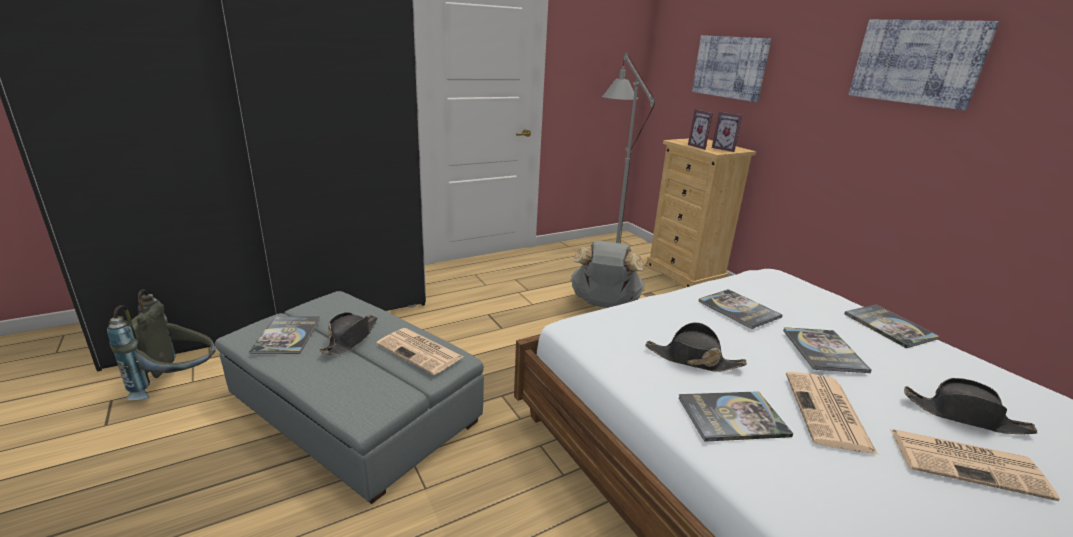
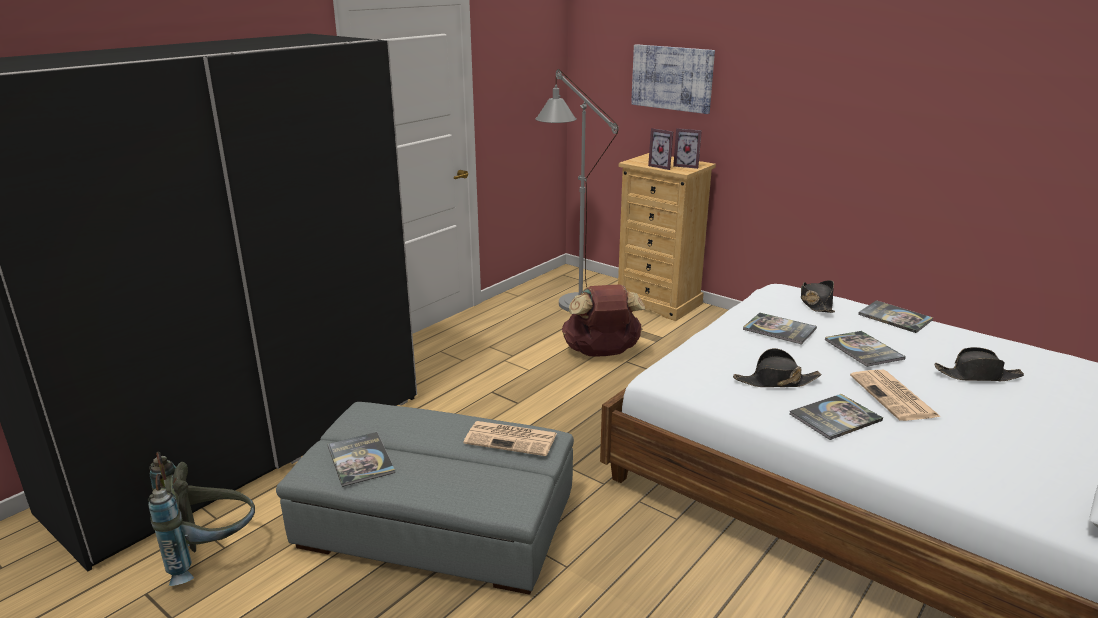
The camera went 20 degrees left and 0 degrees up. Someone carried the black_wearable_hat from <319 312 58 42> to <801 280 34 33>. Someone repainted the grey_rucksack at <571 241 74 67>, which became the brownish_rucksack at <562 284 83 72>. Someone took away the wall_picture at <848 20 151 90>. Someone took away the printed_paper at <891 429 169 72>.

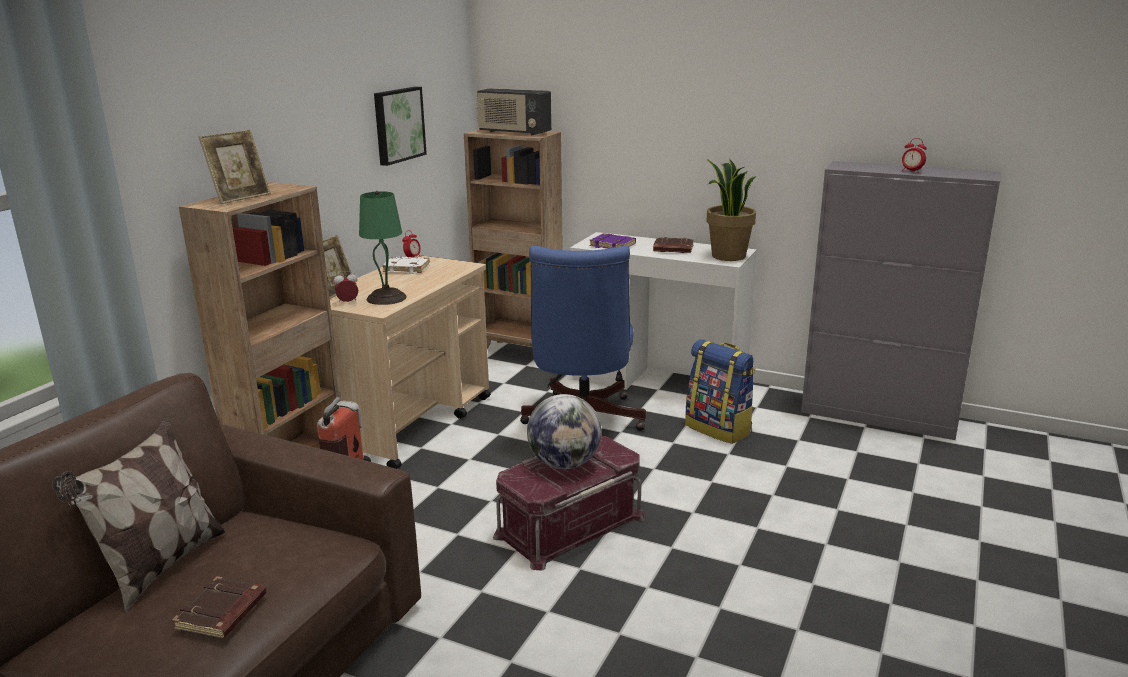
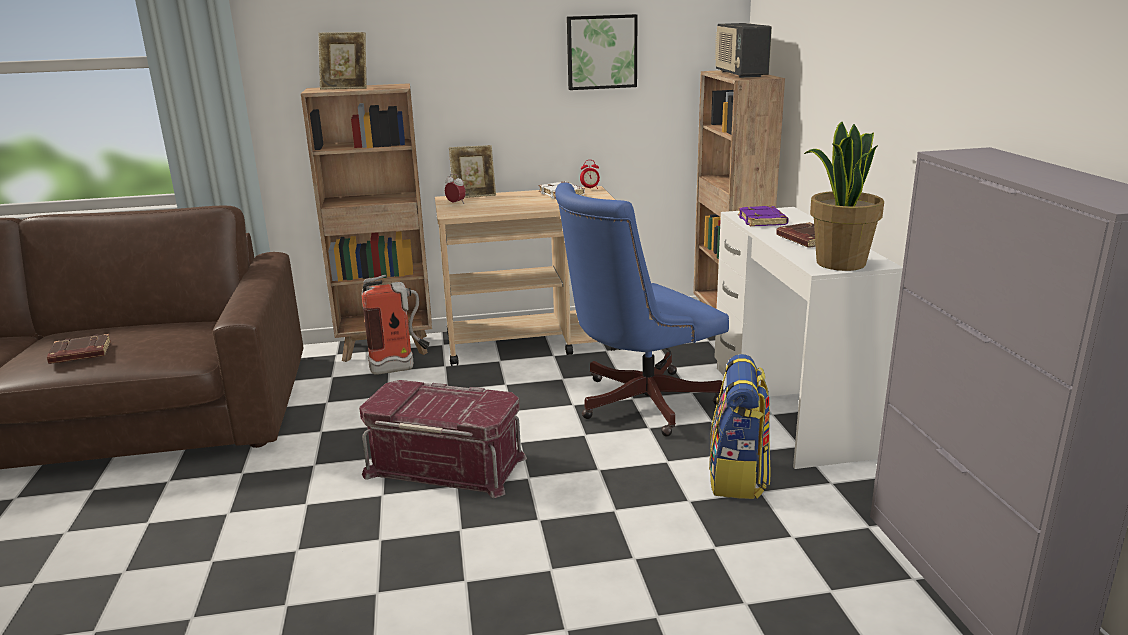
The camera went 55 degrees right and 0 degrees up. Someone took away the cushion at <52 418 174 194>. Someone took away the greenish_table_lamp at <359 191 48 114>. Someone took away the desk_globe at <527 394 75 75>. Someone took away the bedside_clock at <902 138 25 35>.

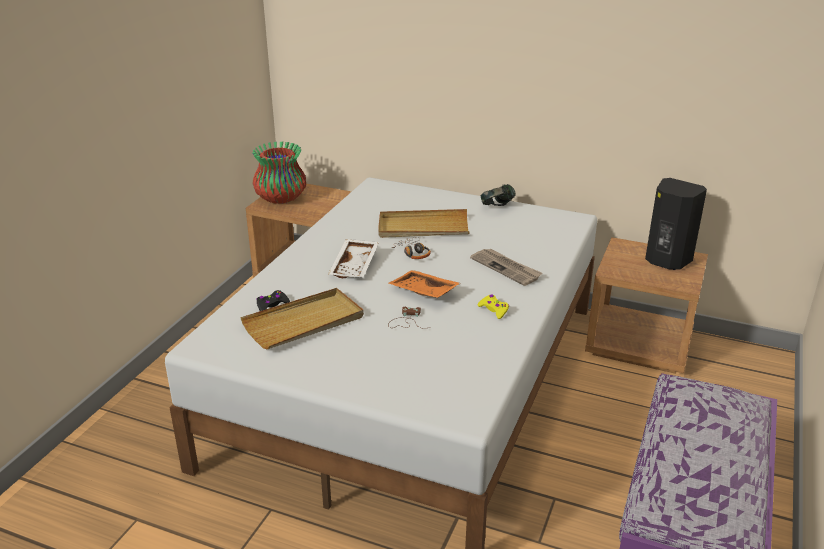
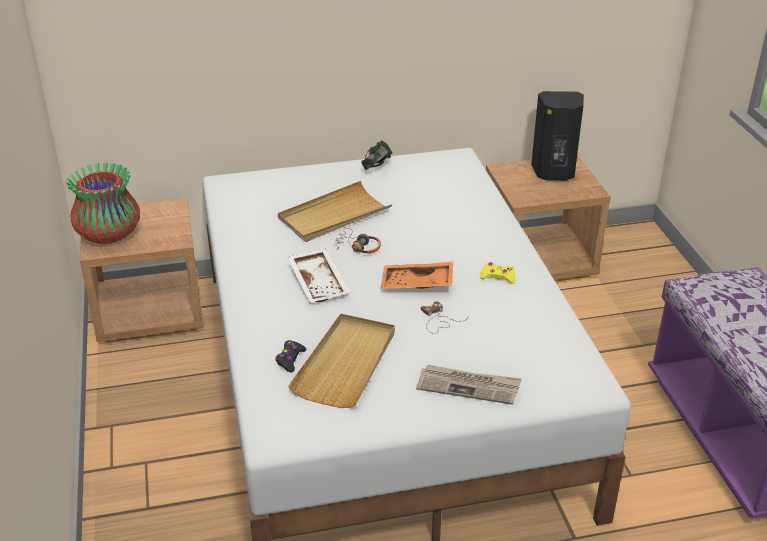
The camera went 35 degrees left and 5 degrees up. Someone carried the printed_paper from <470 249 72 37> to <416 365 106 40>.

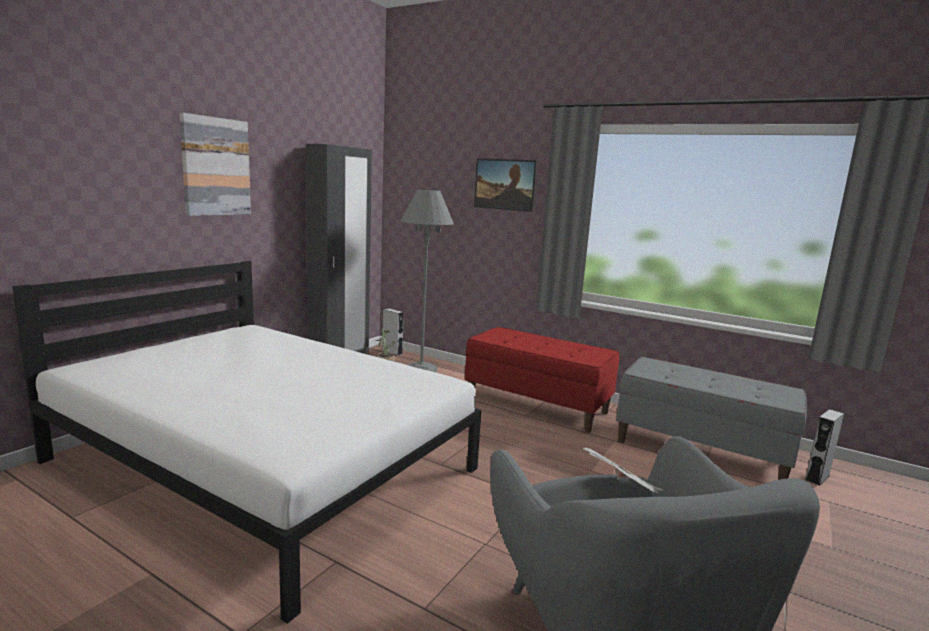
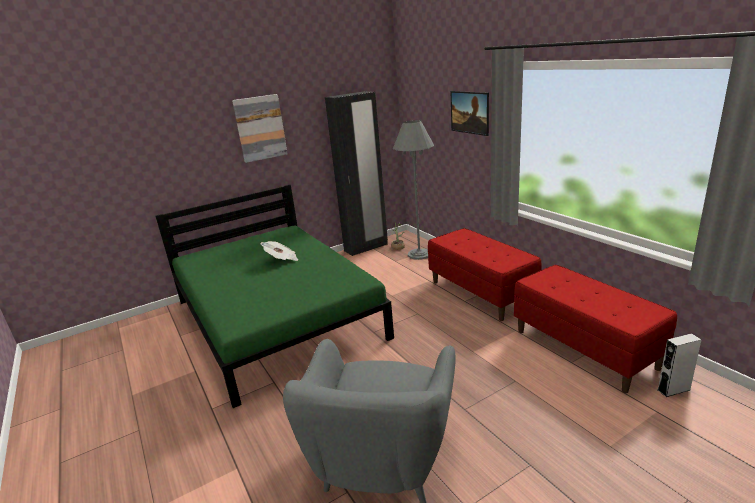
The camera went 30 degrees right and 10 degrees up. Someone repainted the white-coloured_bedroom_bed at <12 261 469 363>, which became the greenish_bedroom_bed at <155 185 239 223>. Someone took away the grey_audio_speaker at <382 308 22 48>. Someone carried the printed_paper from <582 448 82 46> to <260 241 38 20>. Someone repainted the grey_bench at <616 357 191 123>, which became the red-coloured_bench at <514 265 163 128>.

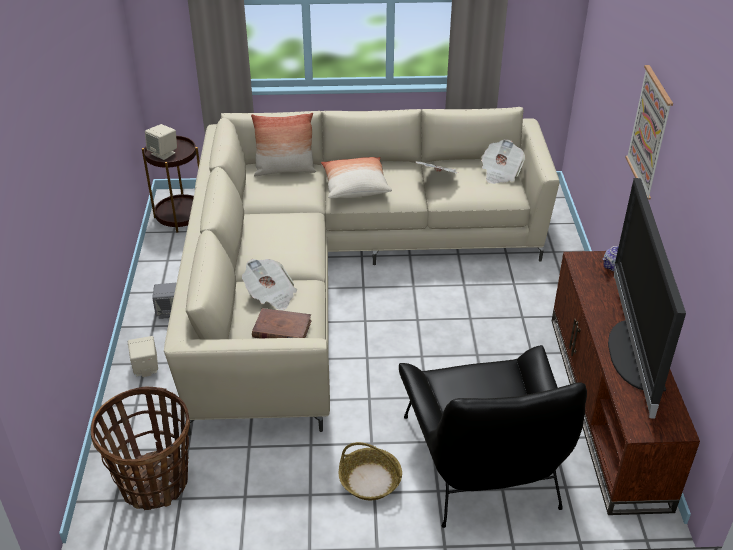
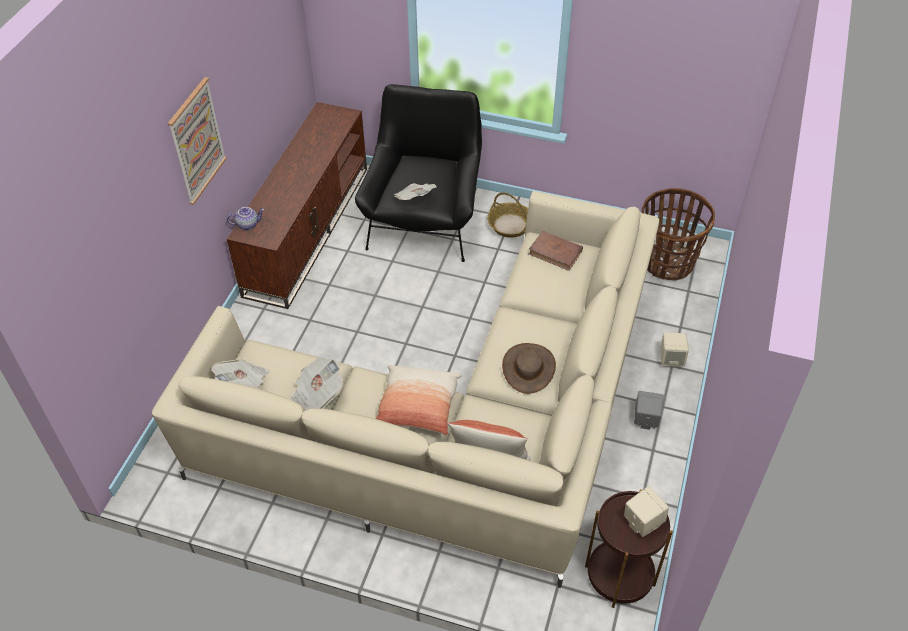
The camera went 160 degrees left and 10 degrees up. Someone carried the printed_paper from <242 259 55 52> to <394 183 43 17>. Someone took away the television at <608 178 78 240>. Someone put down the brownish_wearable_hat at <502 343 54 51>.

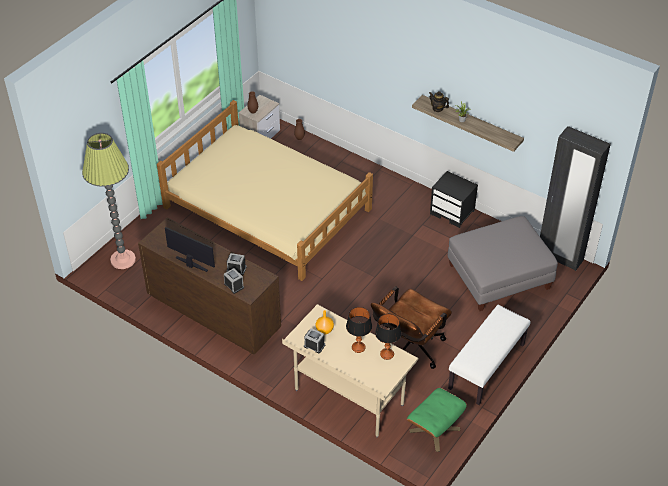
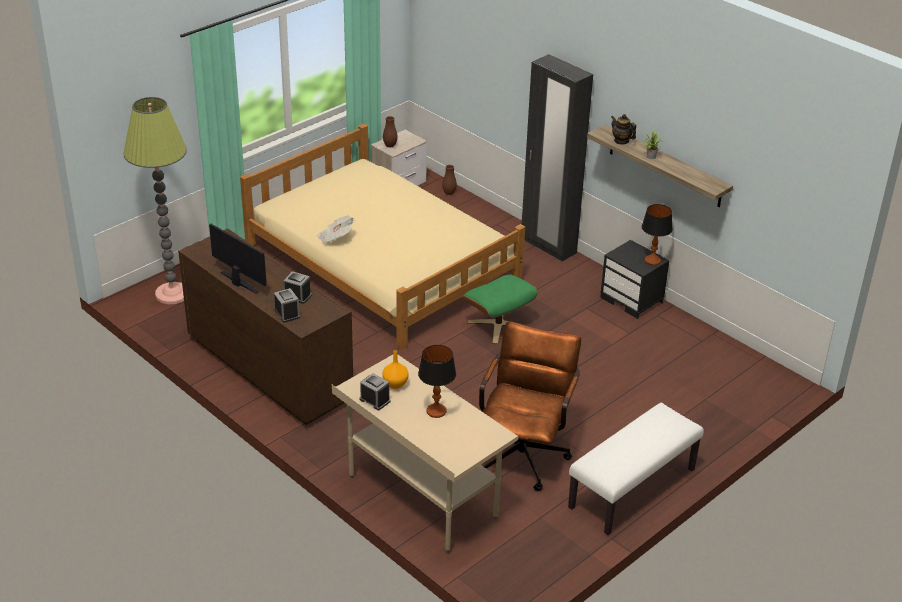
The camera went 10 degrees right and 10 degrees down. Someone rotated the brownish_desk_chair at <371 286 81 83> by 150 degrees clockwise. Someone carried the table_lamp from <375 314 27 46> to <642 204 31 61>. Someone carried the greenish_pouffe from <407 388 60 64> to <462 275 76 69>. Someone took away the grey_pouffe at <448 216 110 95>. Someone carried the black_armoire from <540 126 71 145> to <522 54 71 207>. Someone put down the printed_paper at <317 215 38 29>.

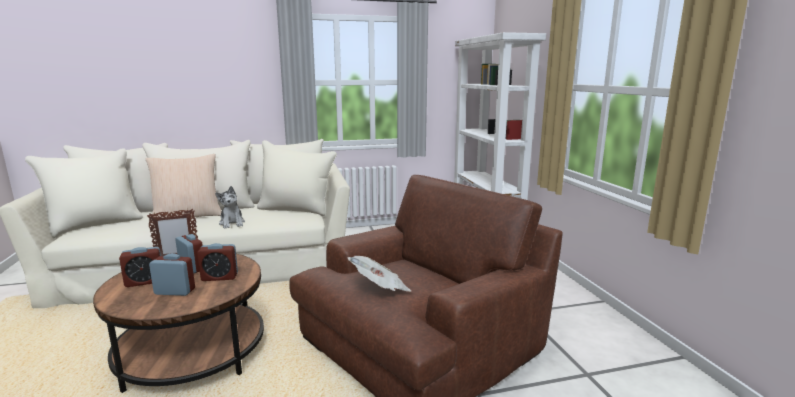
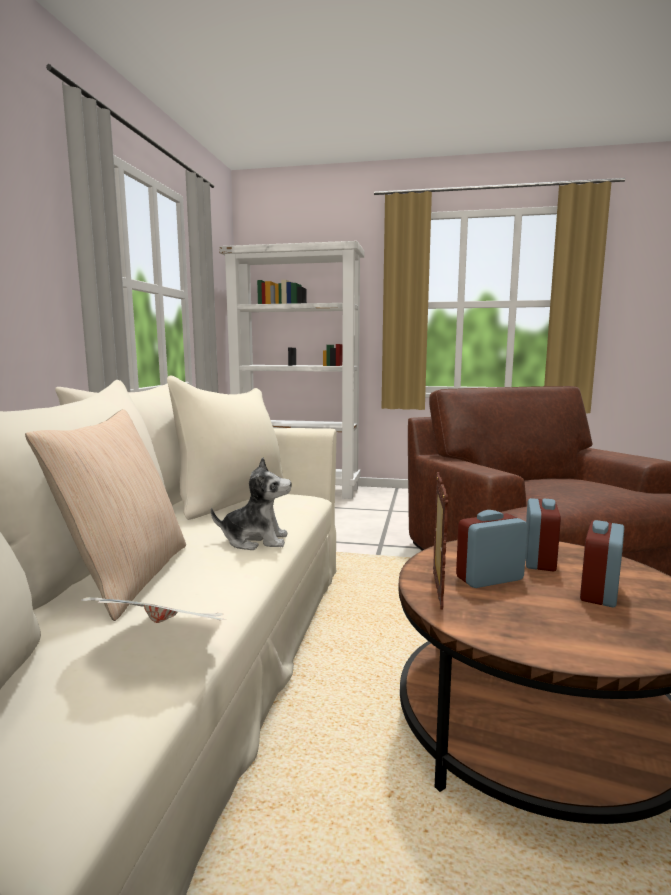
The camera went 65 degrees left and 5 degrees down. Someone took away the bedside_clock at <119 247 42 40>. Someone carried the printed_paper from <347 256 64 36> to <80 597 146 26>.

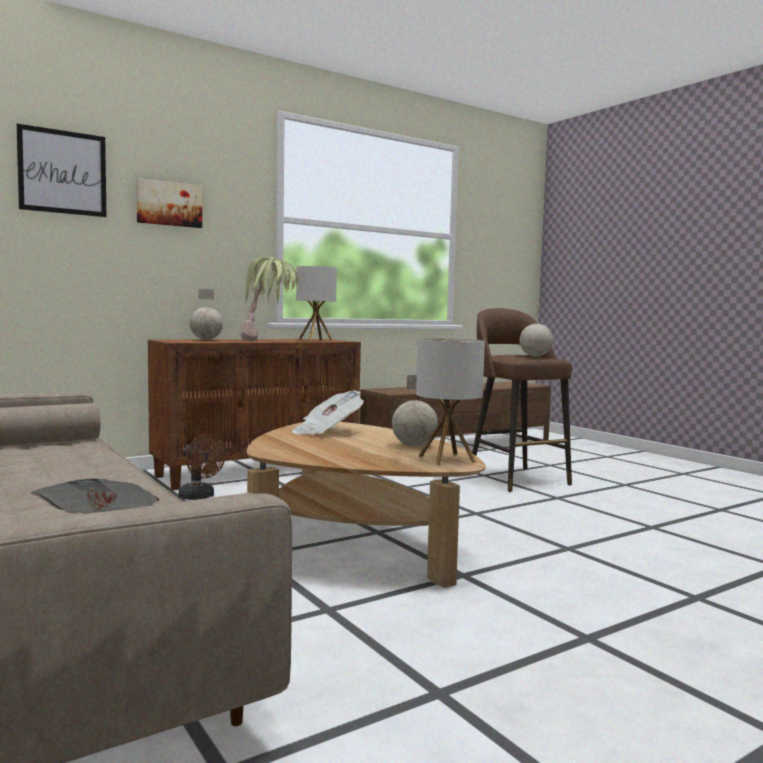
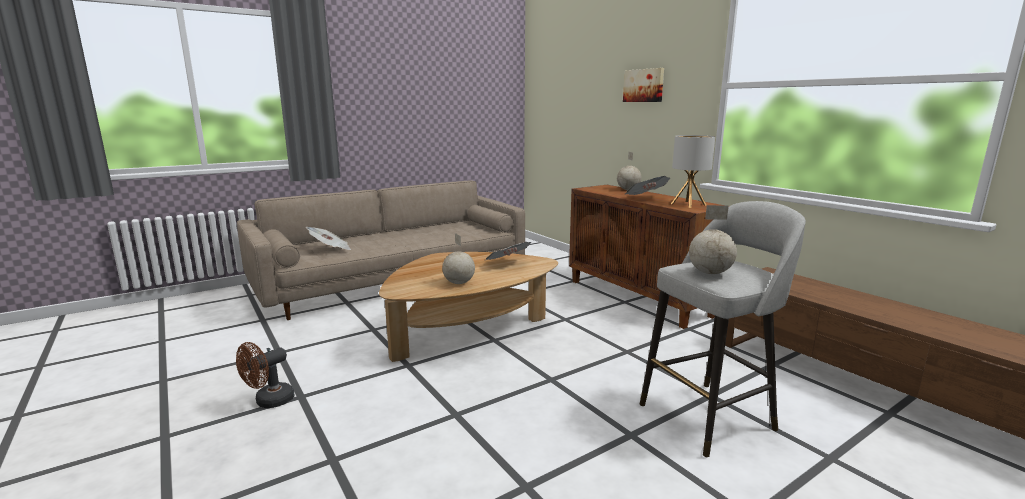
The camera went 90 degrees right and 10 degrees up. Someone took away the wall_picture at <16 124 90 93>. Someone carried the brownish_electric_fan from <178 433 48 67> to <236 342 59 66>. Someone swapped the plant_in_a_pot at <241 256 60 85> for the printed_paper at <625 176 45 19>. Someone took away the table_lamp at <416 338 69 127>. Someone repainted the brownish_stool_seat at <472 308 100 184>, which became the grey_stool_seat at <640 201 166 256>.

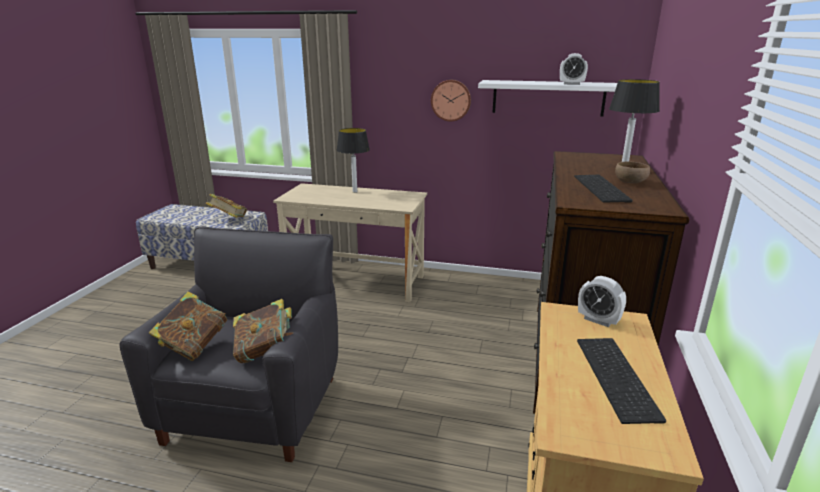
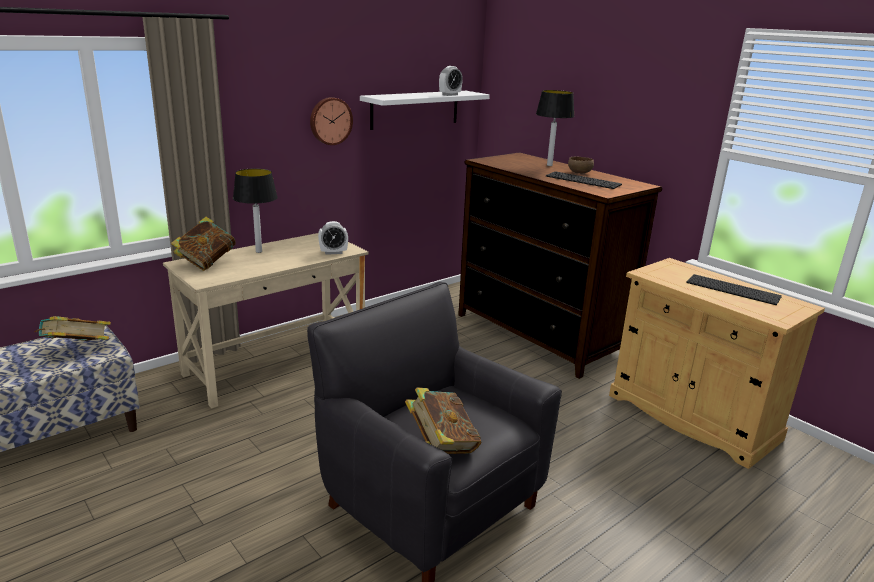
The camera went 55 degrees left and 0 degrees up. Someone carried the book from <233 299 60 64> to <171 217 65 54>. Someone carried the bedside_clock from <578 276 48 51> to <318 221 30 34>.

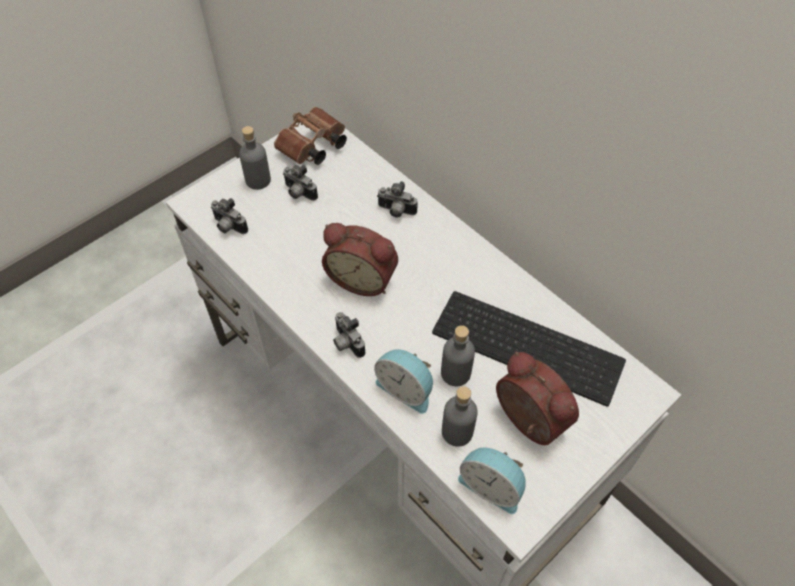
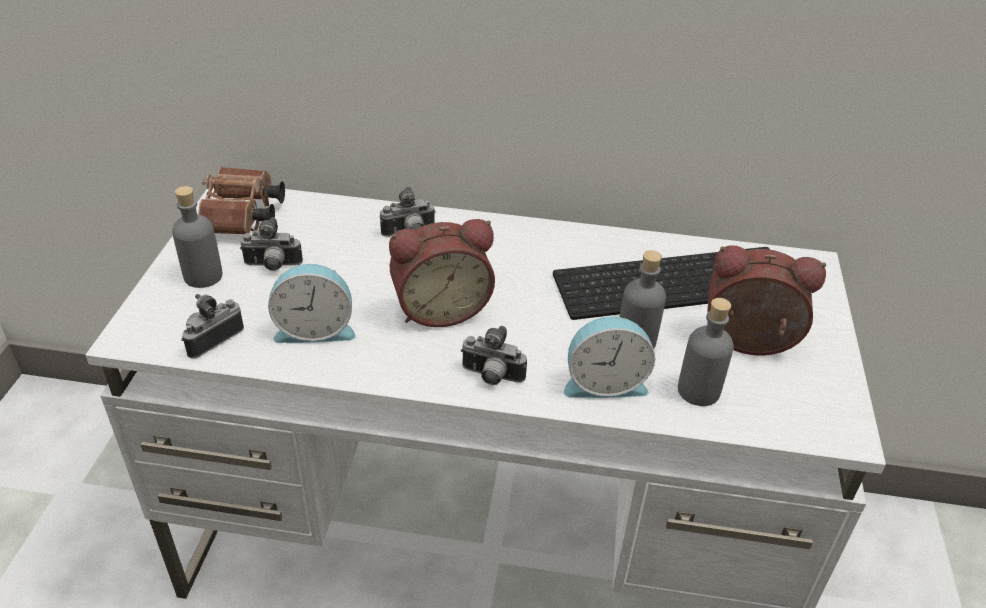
The camera went 40 degrees left and 15 degrees down. Someone rotated the photo_camera at <211 198 37 36> by 135 degrees clockwise. Someone carried the bedside_clock from <458 447 68 67> to <268 264 88 79>.

